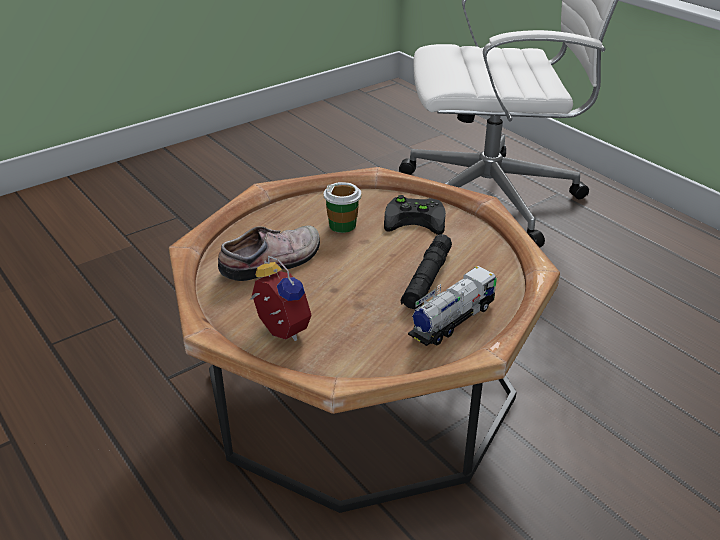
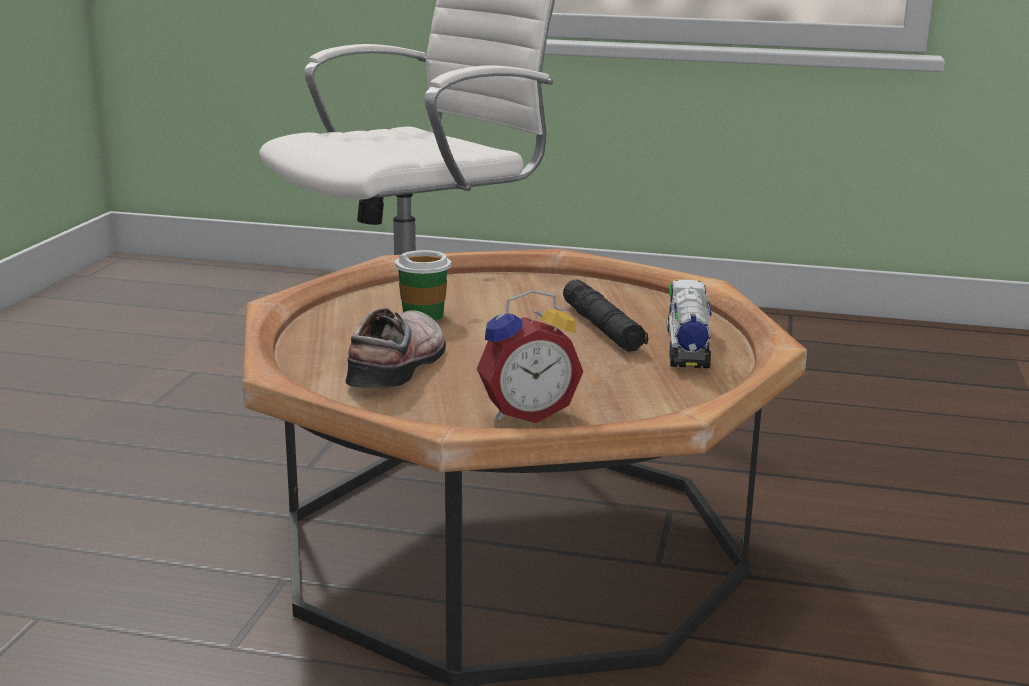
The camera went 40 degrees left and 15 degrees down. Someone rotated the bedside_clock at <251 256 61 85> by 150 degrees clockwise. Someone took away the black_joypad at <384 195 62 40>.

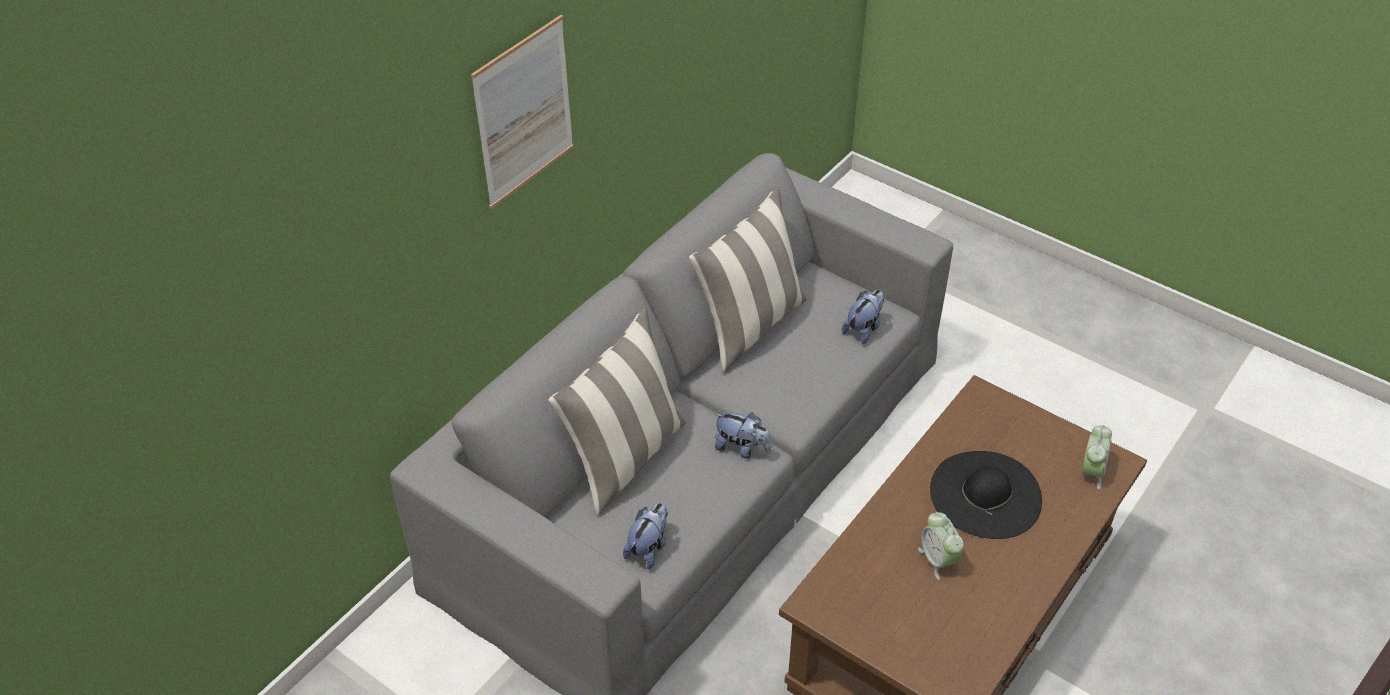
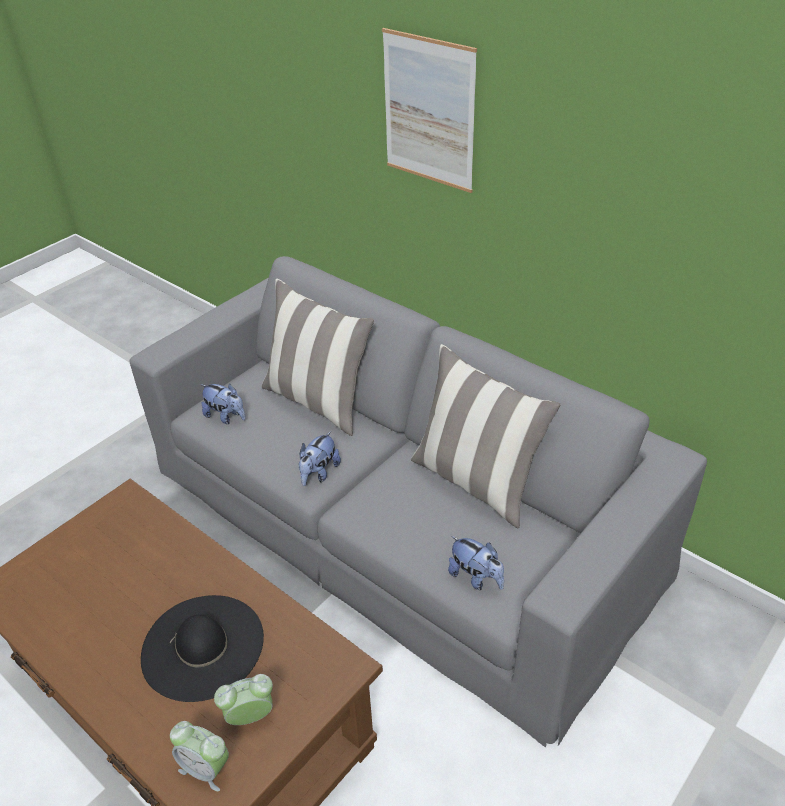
The camera went 95 degrees right and 5 degrees down. Someone carried the bedside_clock from <918 512 46 68> to <214 674 59 51>.

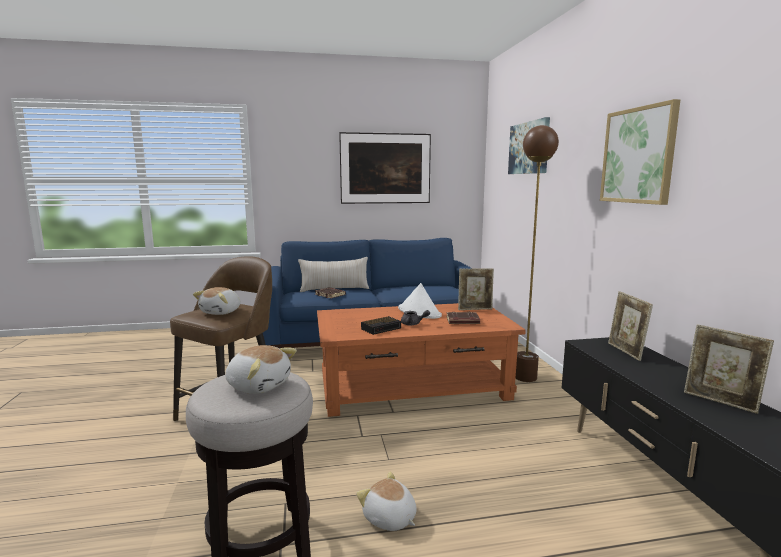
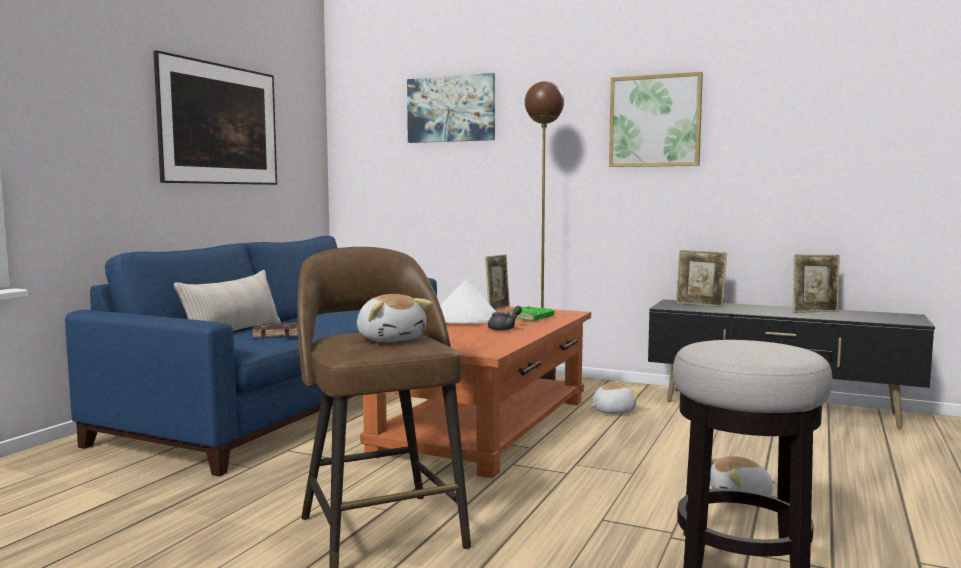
The camera went 55 degrees left and 5 degrees down. Someone carried the soft_toy from <225 345 72 49> to <591 381 50 33>. Someone took away the bedside_clock at <361 316 40 19>. Someone repainted the brownish_book at <446 312 34 12>, which became the greenish_book at <506 306 48 15>.

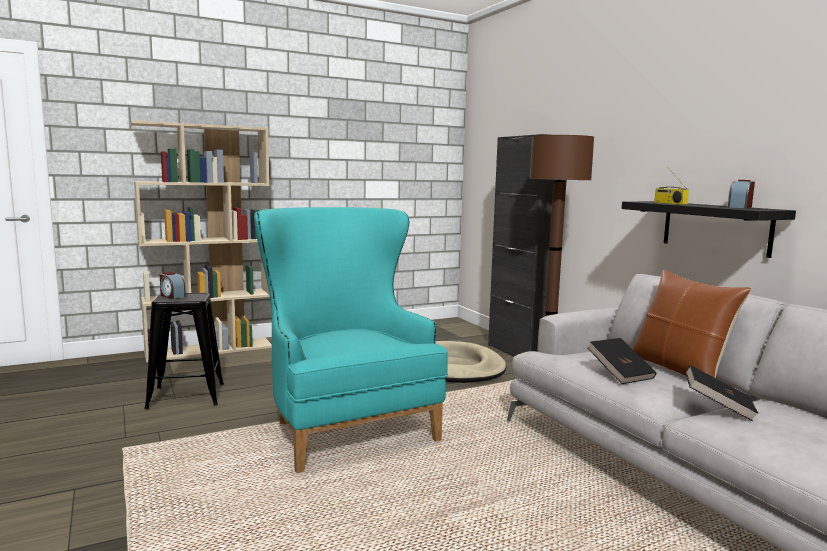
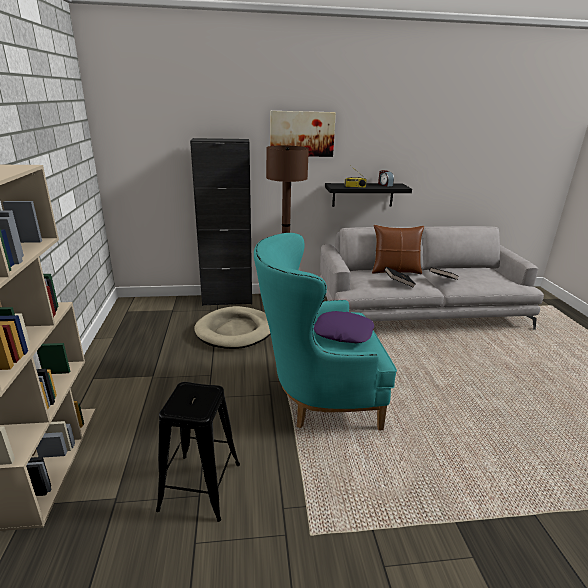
The camera went 70 degrees left and 15 degrees up. Someone took away the bedside_clock at <160 272 26 27>. Someone put up the wall_picture at <270 111 66 46>. Someone put down the purple-coloured_cushion at <314 311 60 32>.

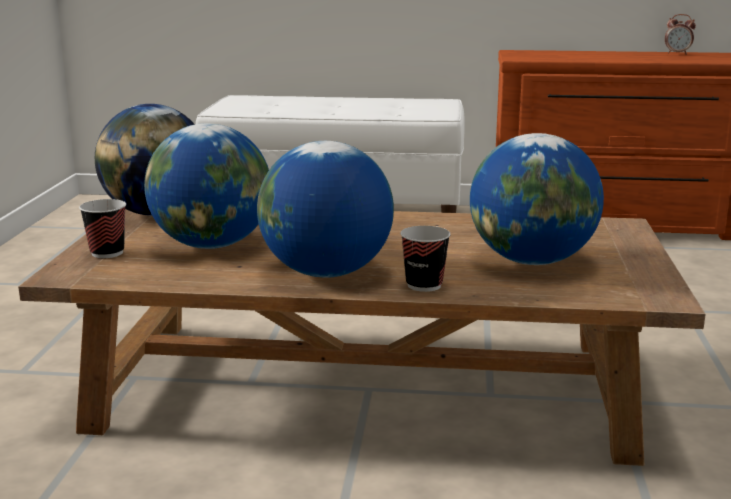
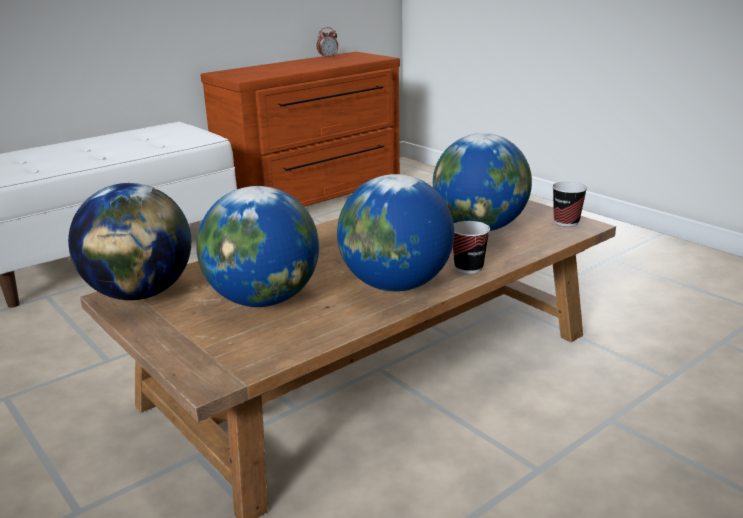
The camera went 45 degrees left and 5 degrees up. Someone carried the small_cup from <79 199 47 59> to <552 181 35 46>.

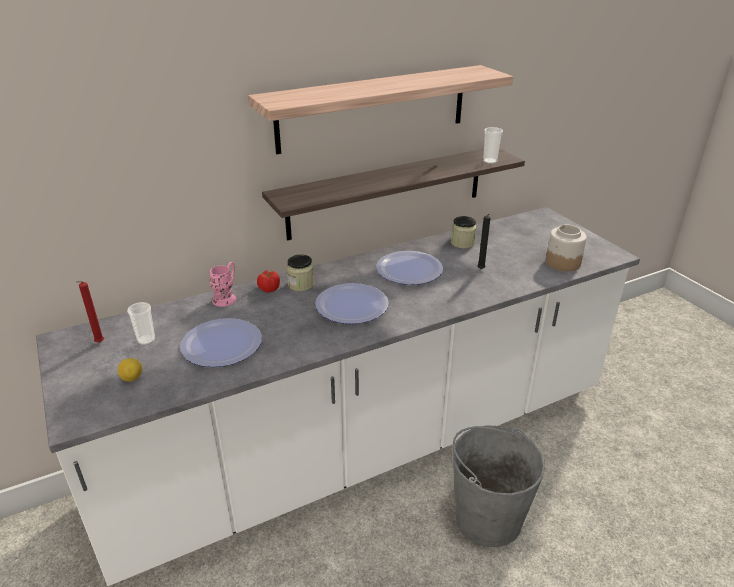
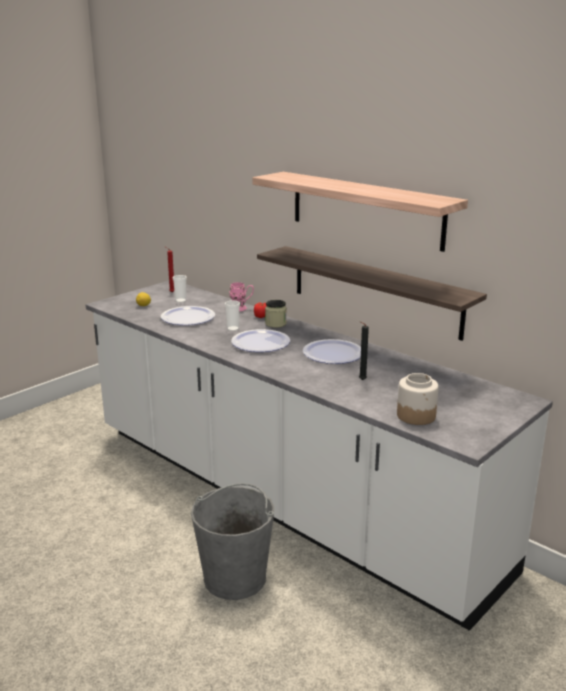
The camera went 70 degrees right and 10 degrees down. Someone took away the jar at <451 216 25 33>. Someone carried the small_cup from <483 127 20 37> to <224 300 16 31>.

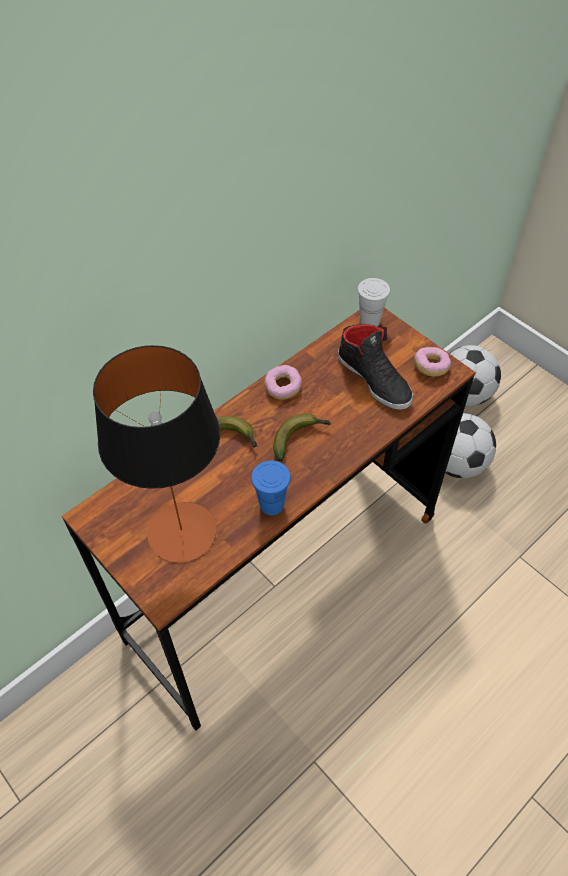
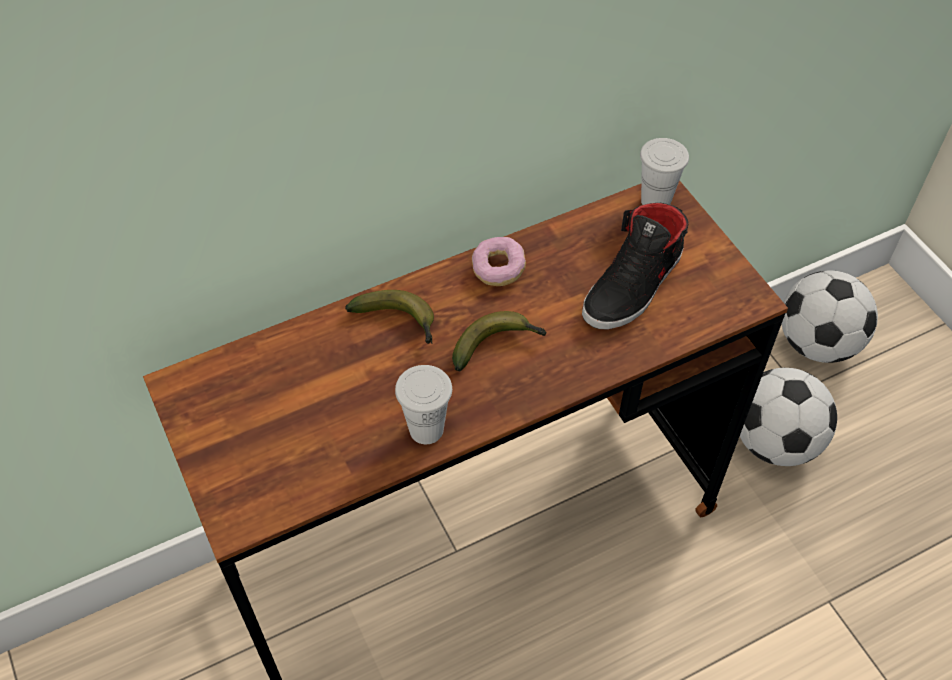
The camera went 15 degrees right and 0 degrees up. Someone took away the table_lamp at <93 345 127 218>. Someone repainted the blue_small_cup at <251 461 40 54>, which became the white-coloured_small_cup at <395 365 57 79>. Someone rotated the black_item_of_footwear at <338 324 75 86> by 60 degrees clockwise. Someone took away the ring_doughnut at <414 347 37 30>.

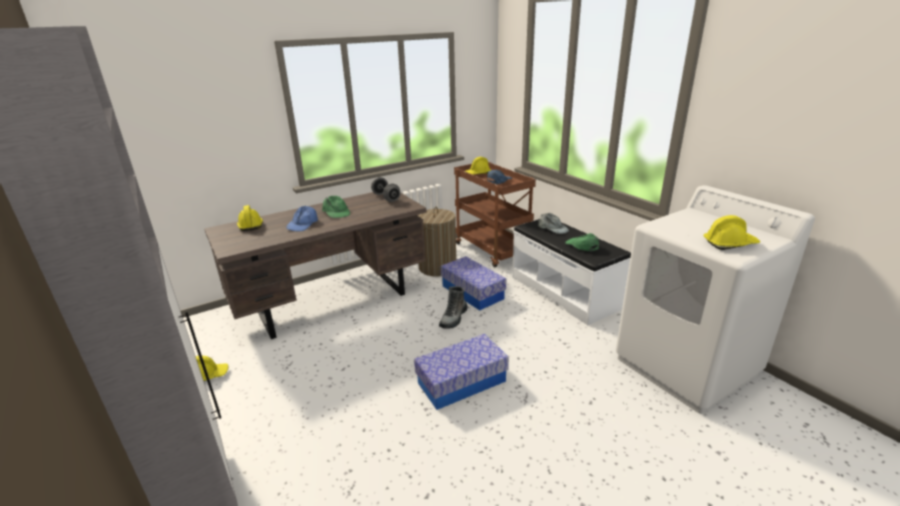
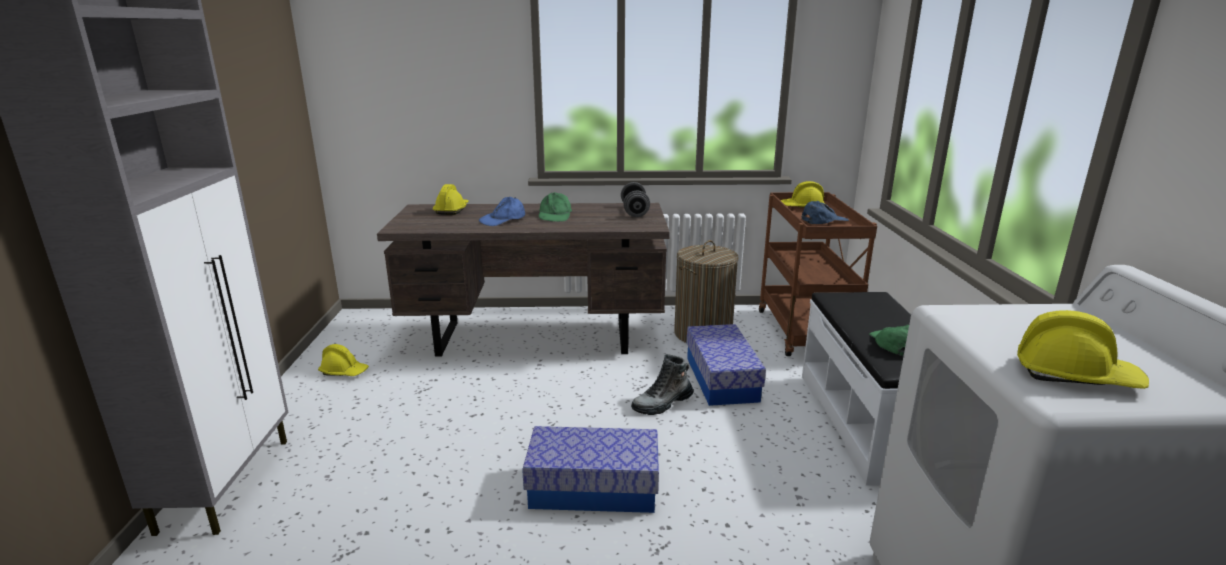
The camera went 30 degrees right and 5 degrees down. Someone took away the grey_peaked_cap at <538 213 31 21>.

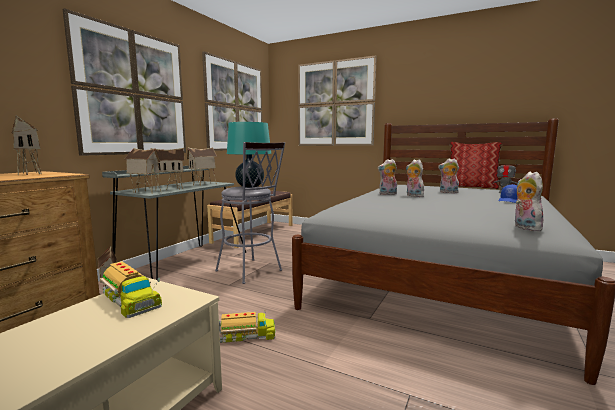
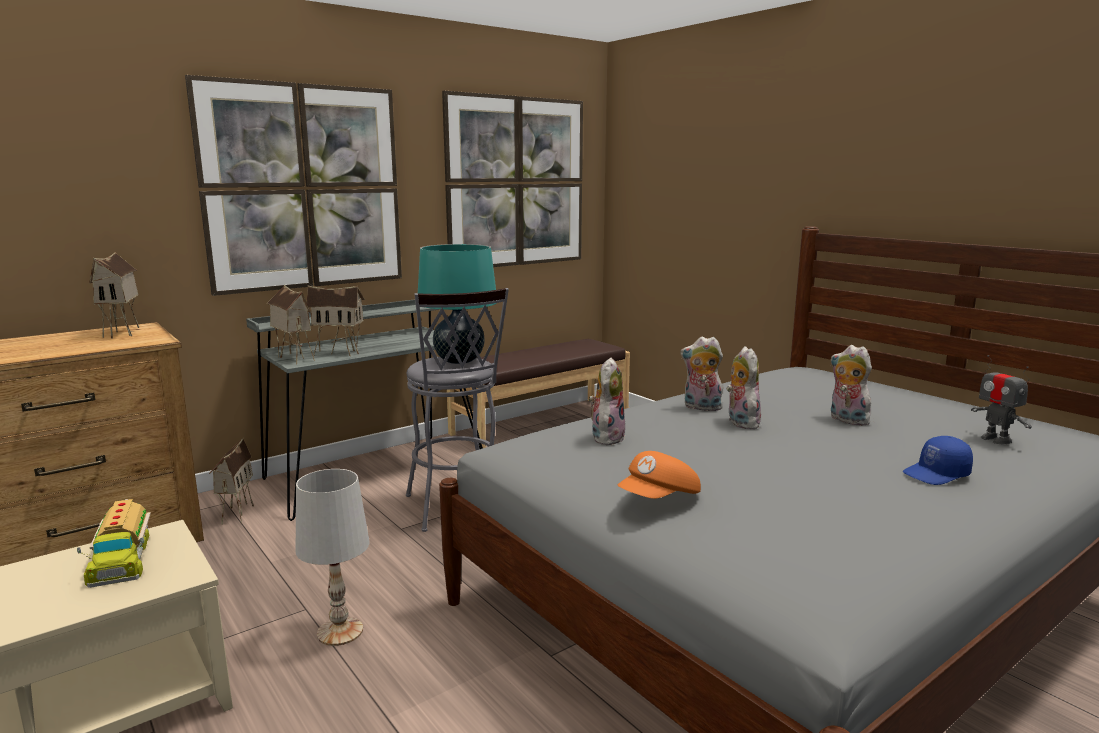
The camera went 25 degrees right and 5 degrees up. Someone took away the toy_house at <187 147 30 39>. Someone swapped the toy_lorry at <219 312 56 31> for the white-coloured_table_lamp at <296 469 73 177>. Someone took away the wall_picture at <298 55 79 91>. Someone took away the cushion at <450 142 52 48>. Someone carried the soft_toy from <515 172 28 59> to <589 358 36 87>. Someone put down the orange-coloured_peaked_cap at <618 451 83 48>.

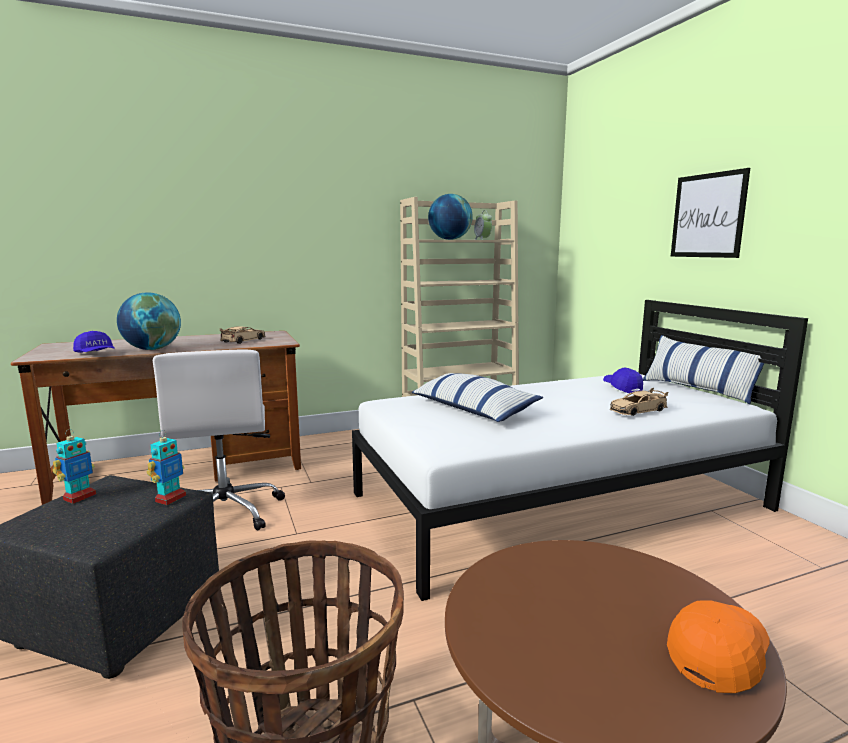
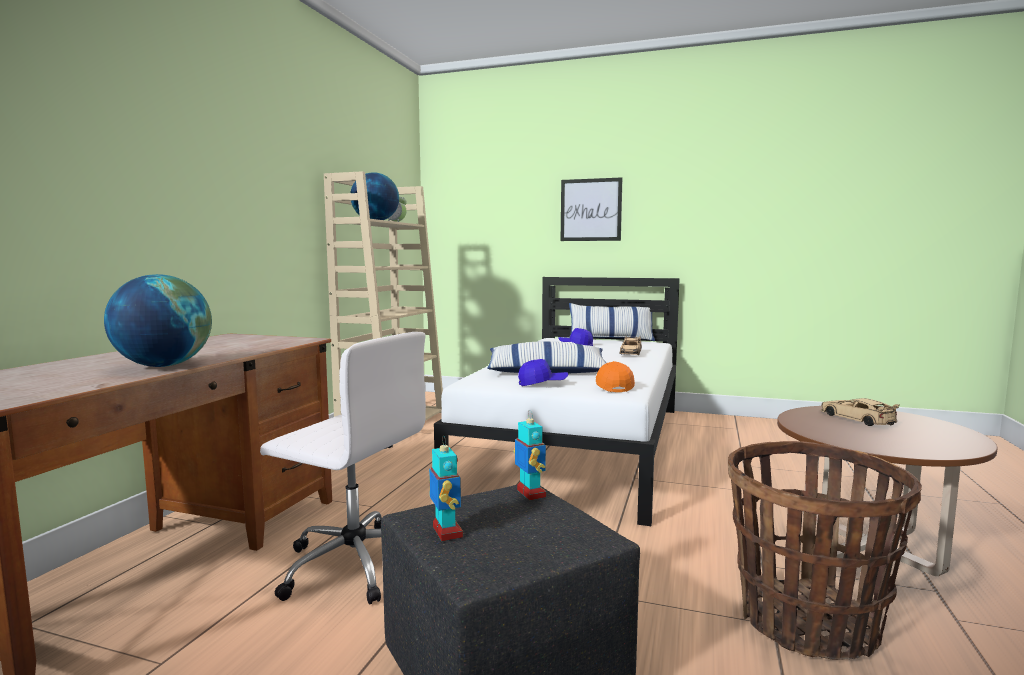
The camera went 50 degrees left and 5 degrees down. Someone carried the blue_peaked_cap from <73 331 42 22> to <518 359 50 27>. Someone carried the beige_toy_car from <220 326 46 18> to <821 398 79 28>. Someone carried the orange-coloured_peaked_cap from <667 600 103 93> to <596 361 39 31>.

